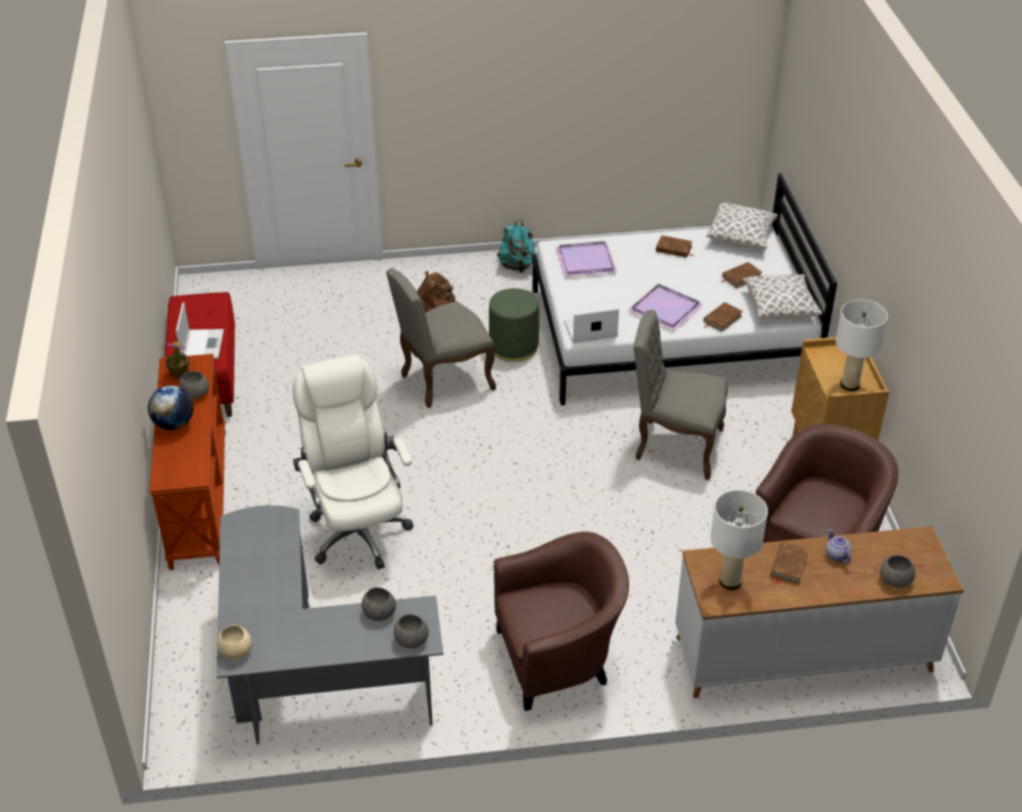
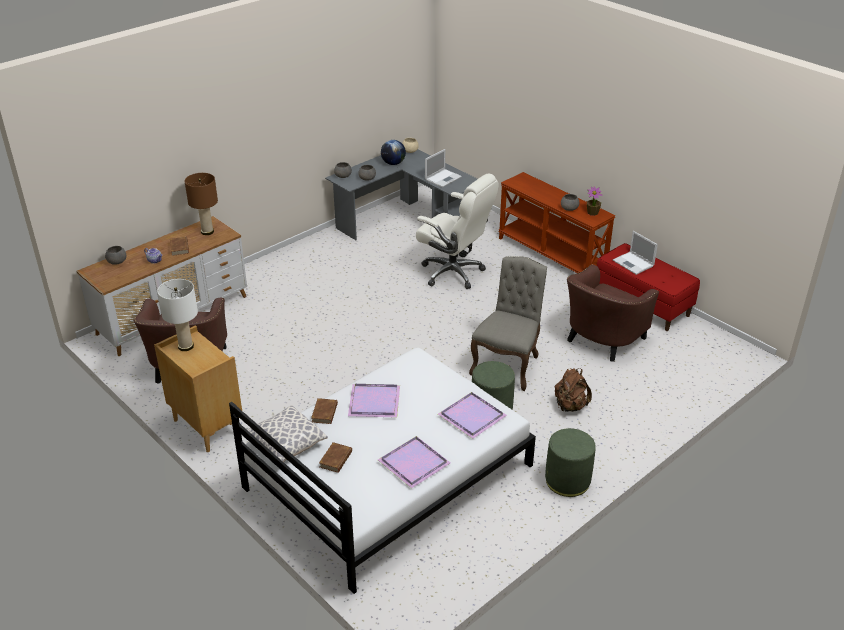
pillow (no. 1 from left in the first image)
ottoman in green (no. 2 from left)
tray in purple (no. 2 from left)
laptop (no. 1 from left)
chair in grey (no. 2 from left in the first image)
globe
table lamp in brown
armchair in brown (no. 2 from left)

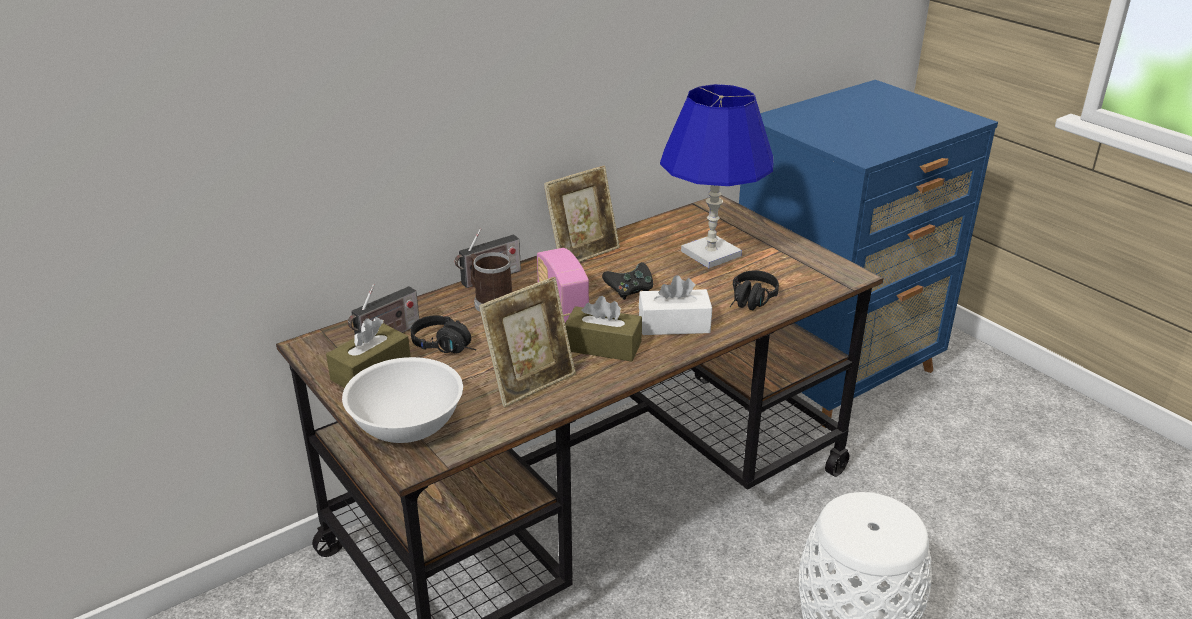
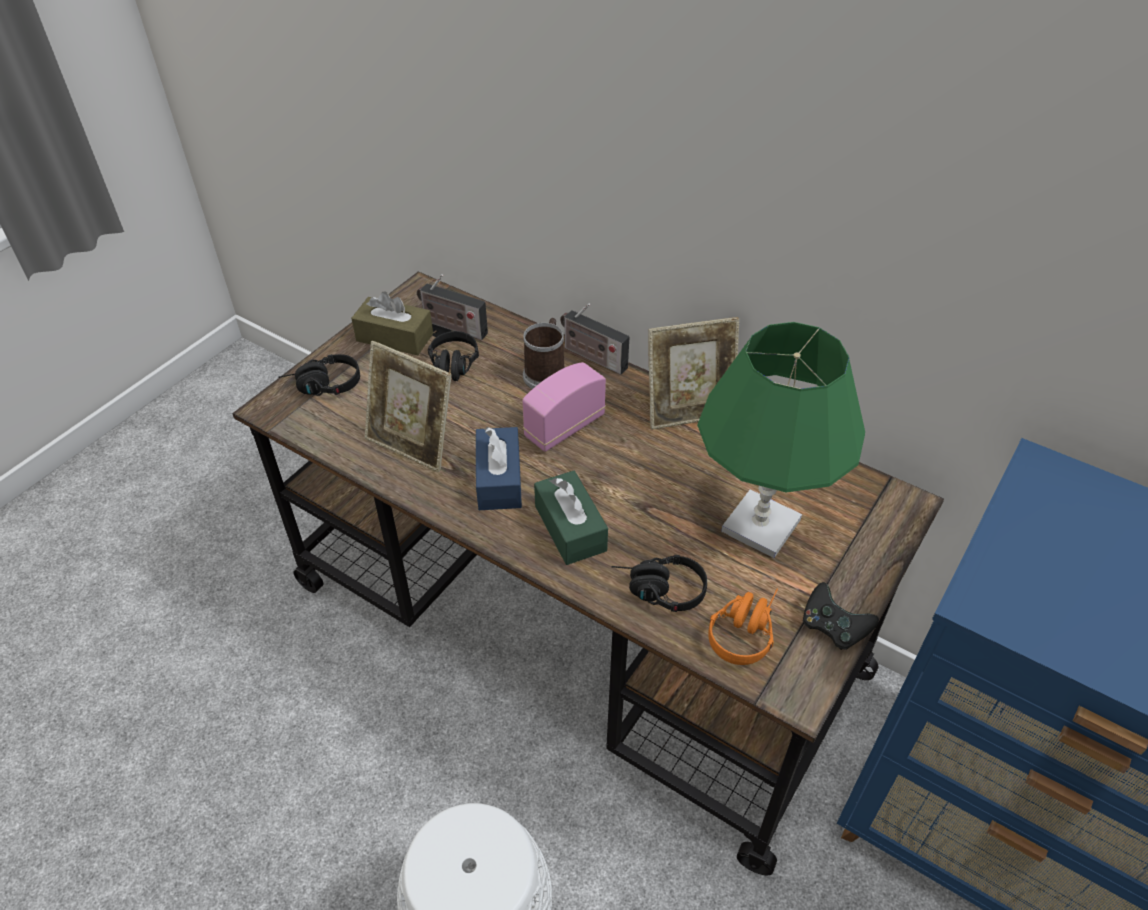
table lamp in green
picture frame (no. 2 from left)
game controller in black
tissue box in green
tissue box in blue
headphones in black (no. 1 from left)
headphones in orange

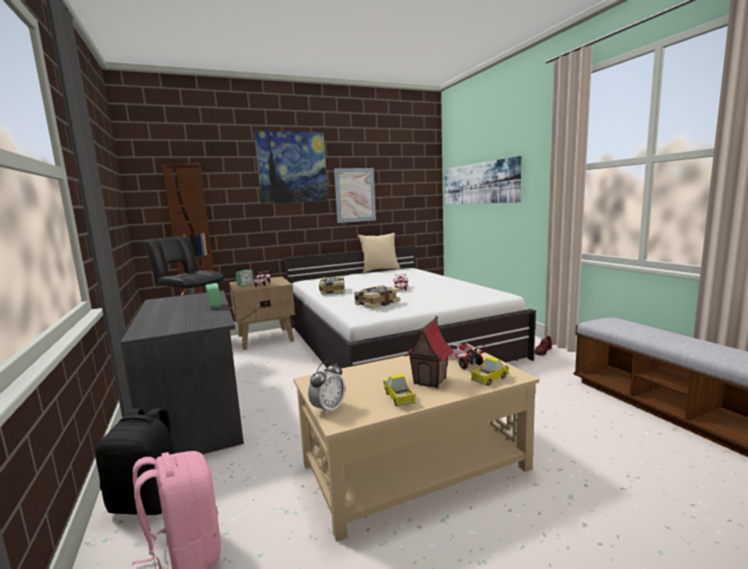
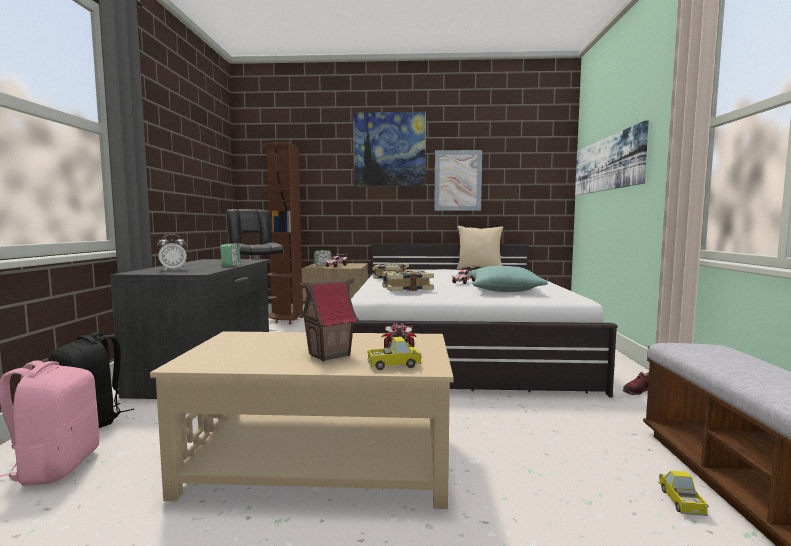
alarm clock (no. 1 from left)
toy truck (no. 2 from left)
pillow in turquoise

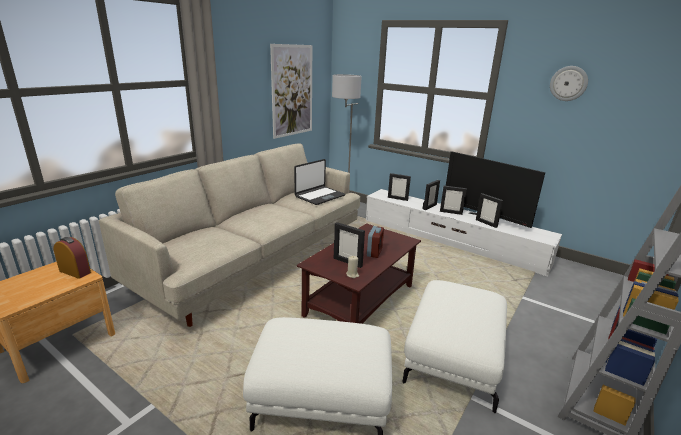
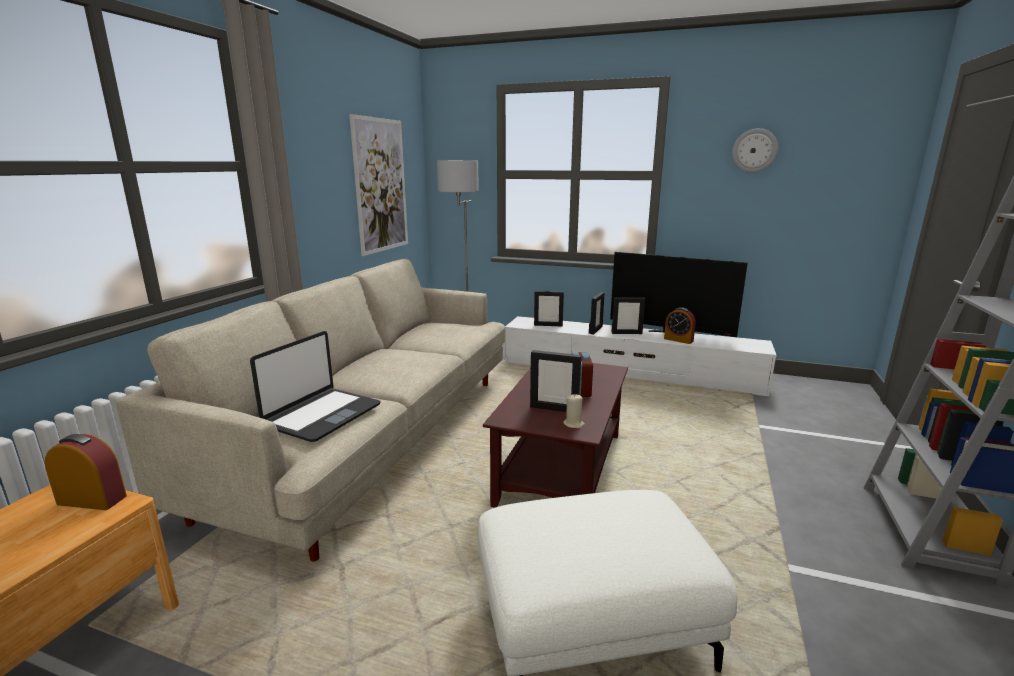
laptop
alarm clock (no. 3 from left)
ottoman in white (no. 2 from left in the first image)

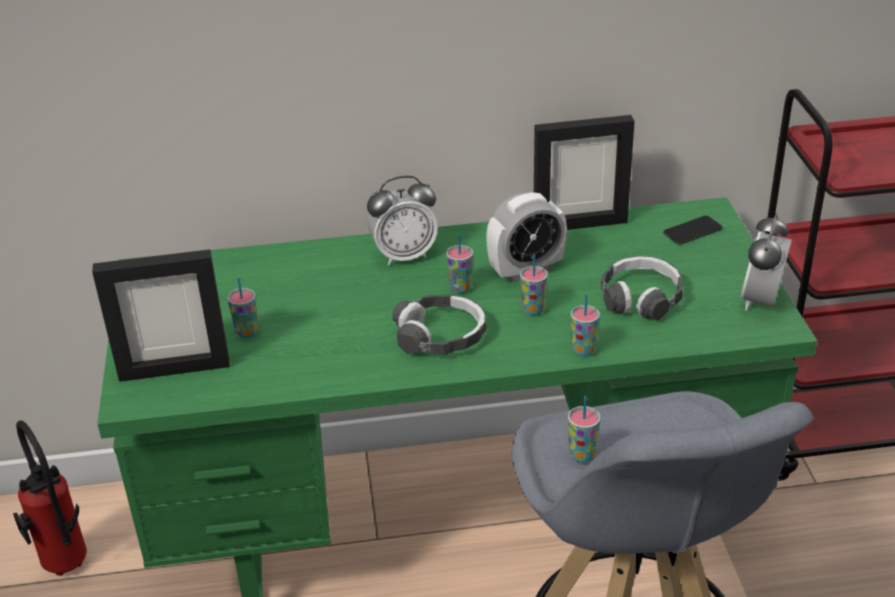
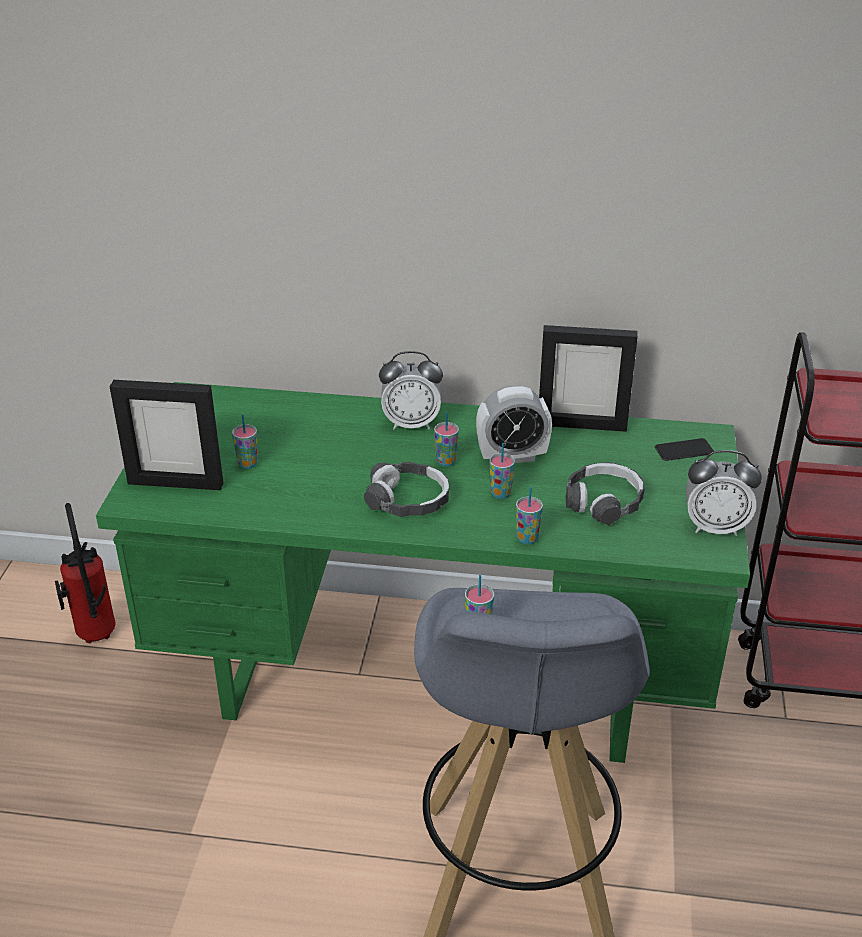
alarm clock (no. 3 from left)

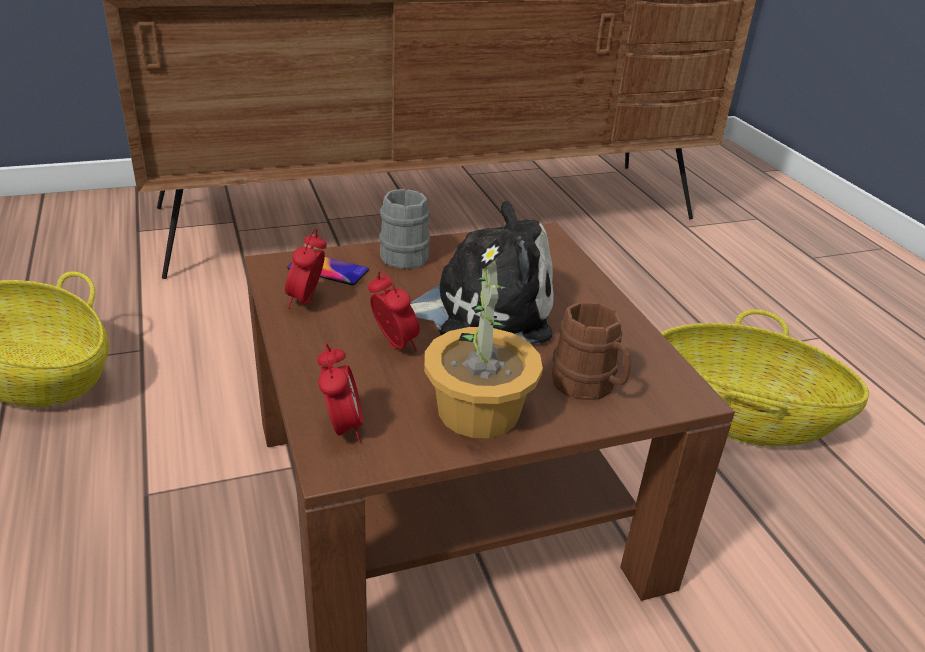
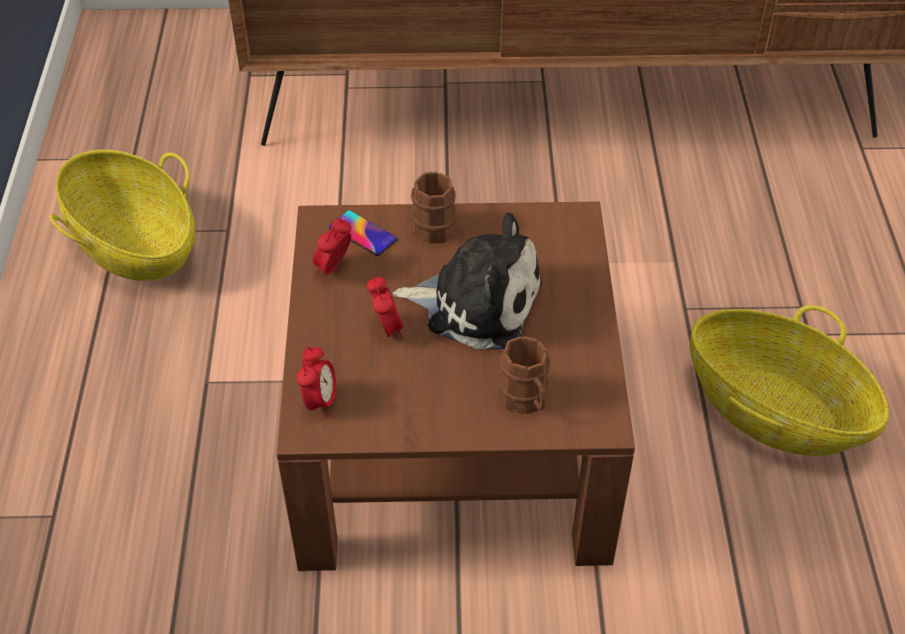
mug in brown (no. 1 from left)
potted plant

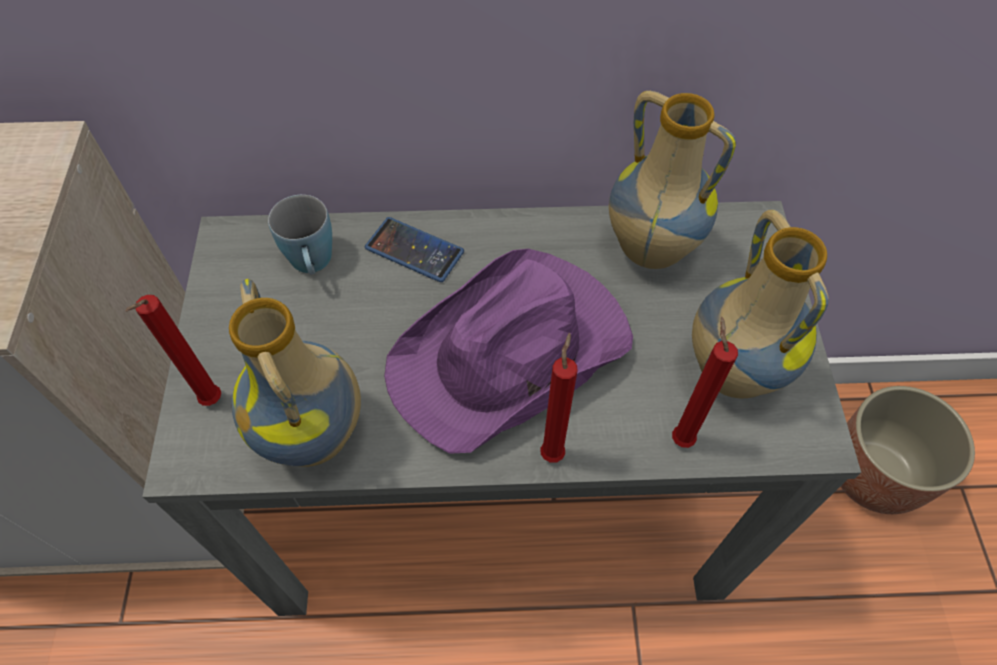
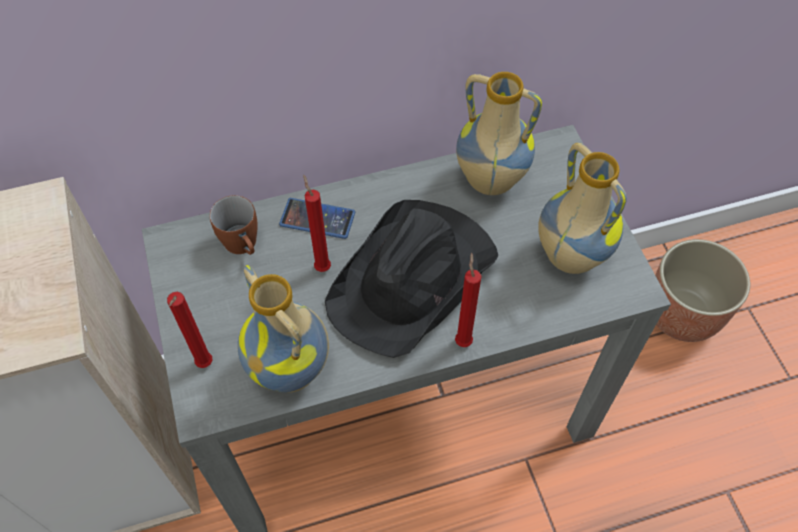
mug in brown
hat in black
candle in red (no. 2 from left)

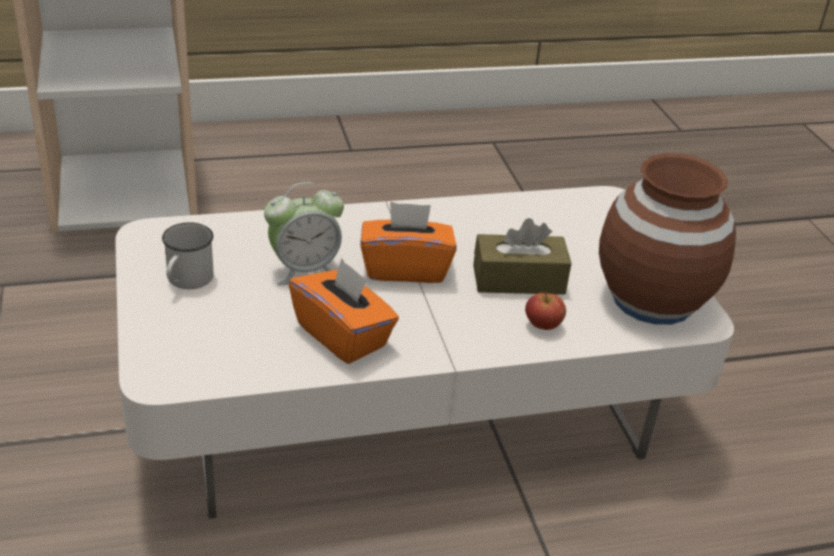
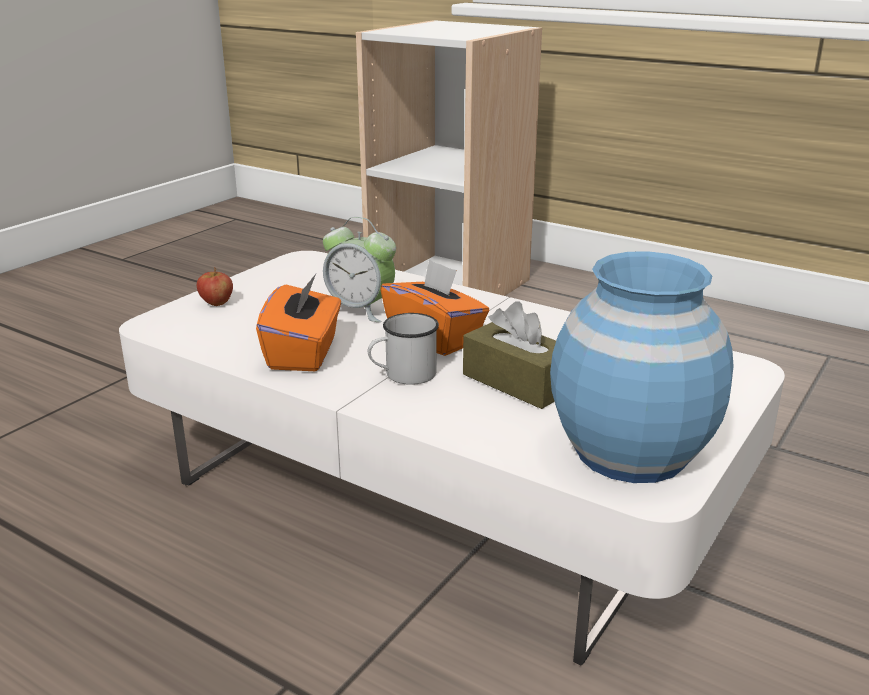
vase in blue
mug in white
apple

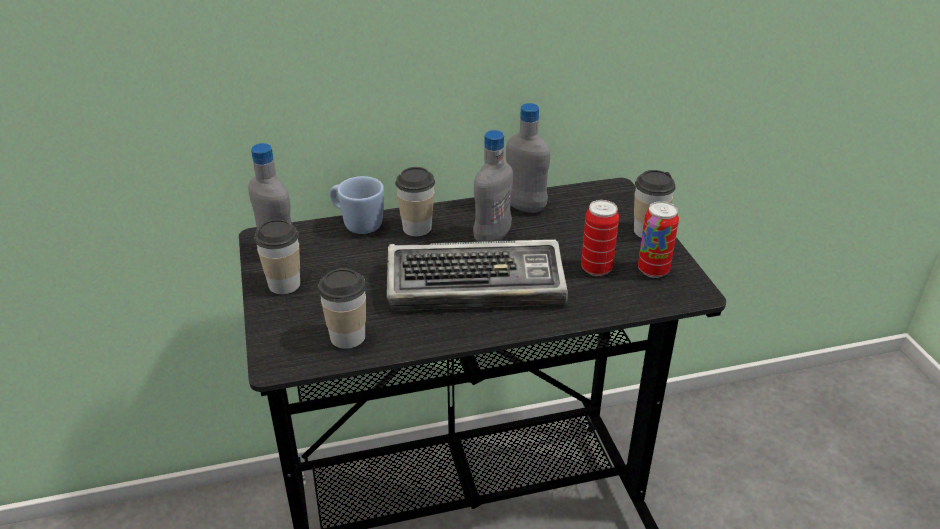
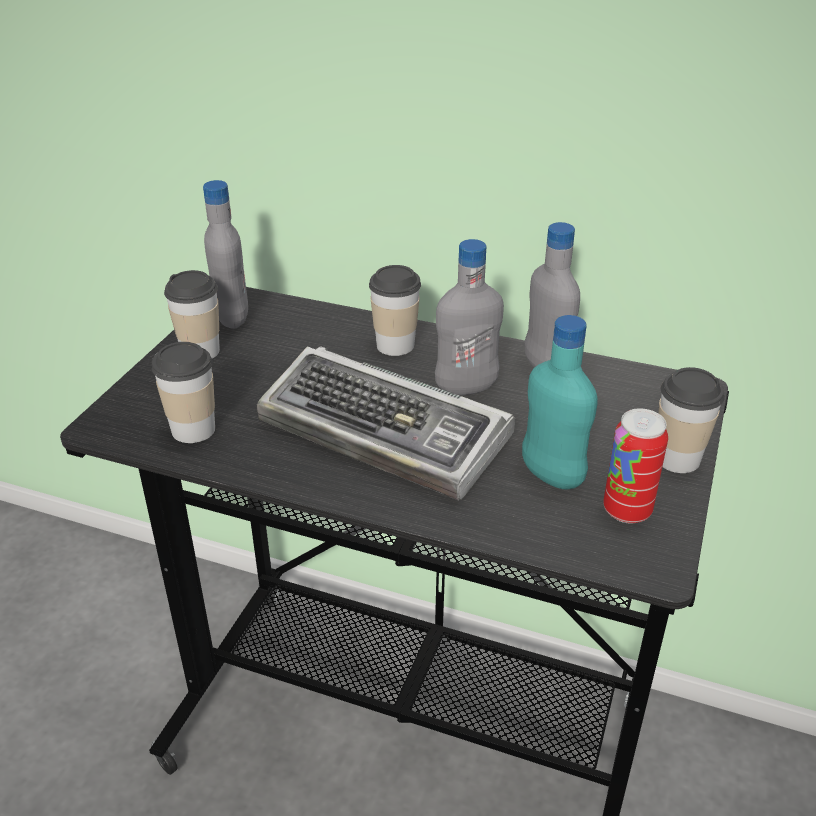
mug in blue
bottle in turquoise

